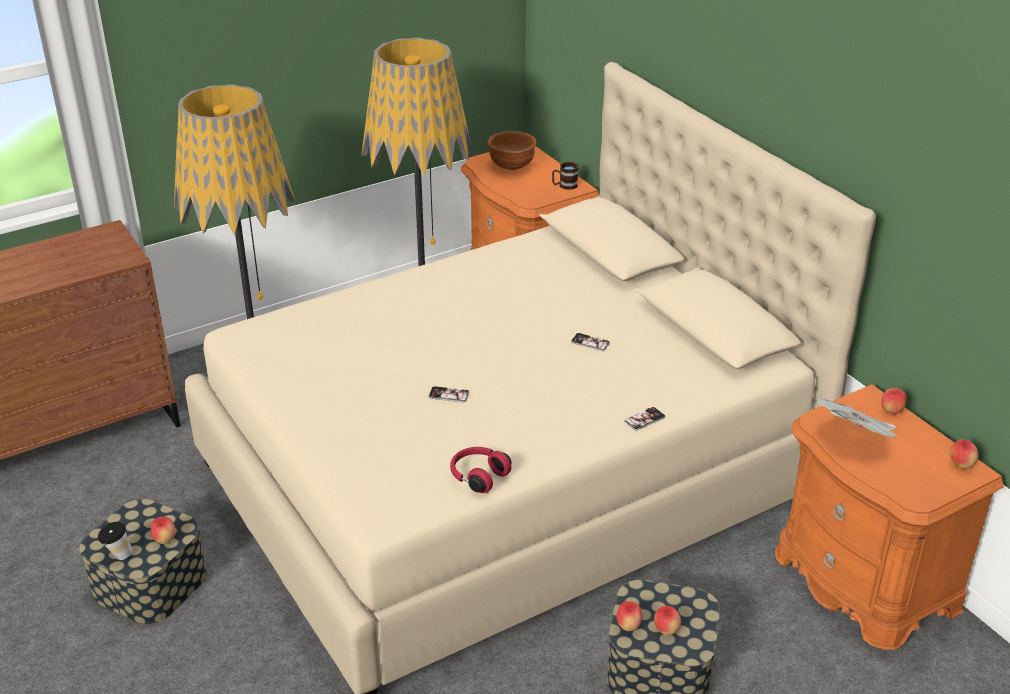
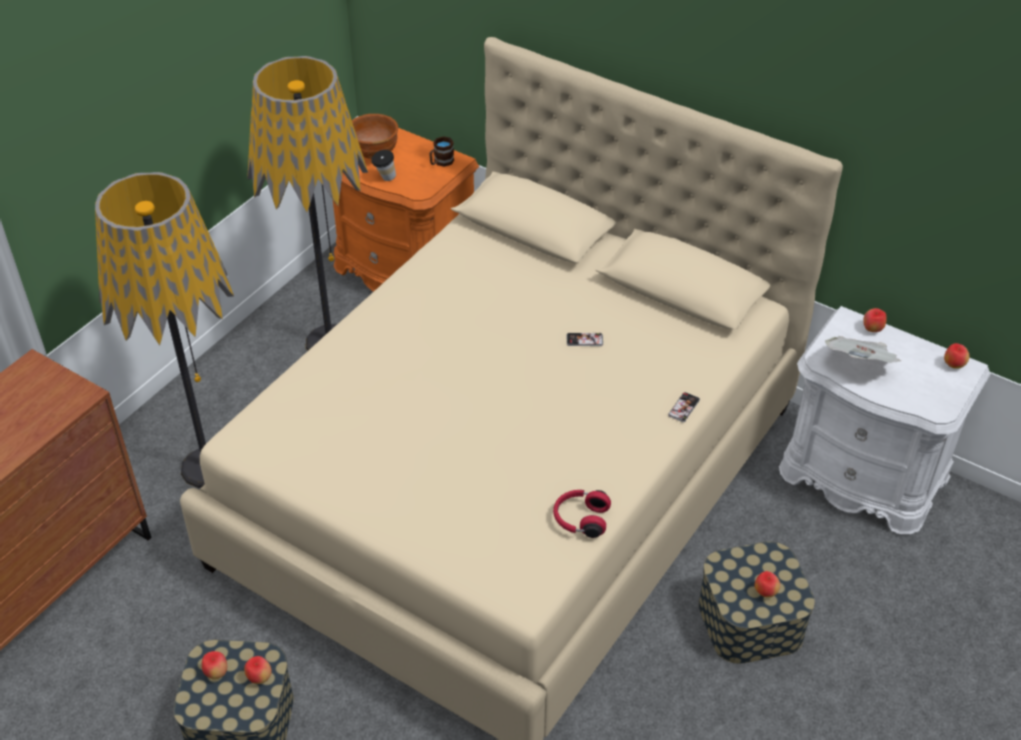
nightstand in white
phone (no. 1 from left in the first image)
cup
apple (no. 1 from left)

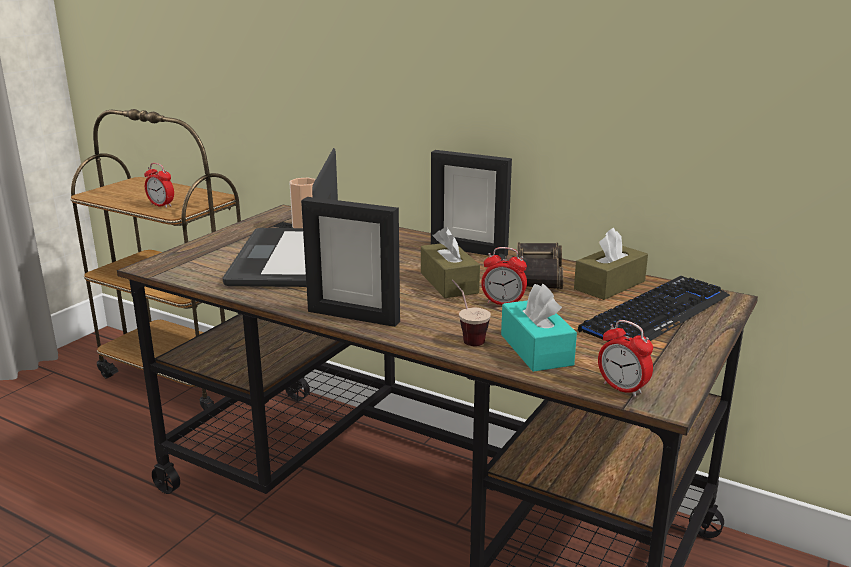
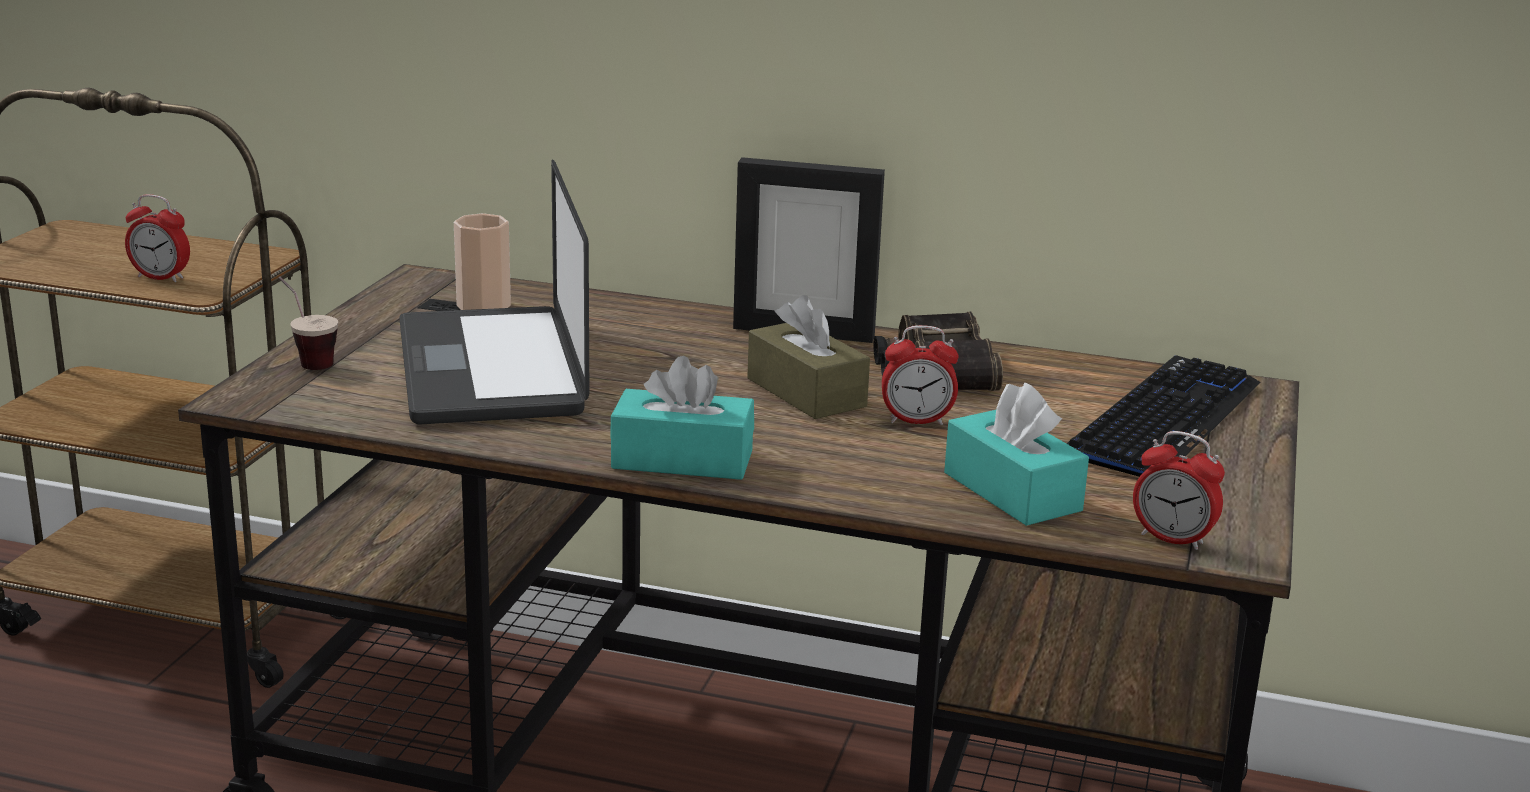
tissue box in turquoise (no. 1 from left)
tissue box in brown (no. 2 from left in the first image)
cup (no. 1 from left)

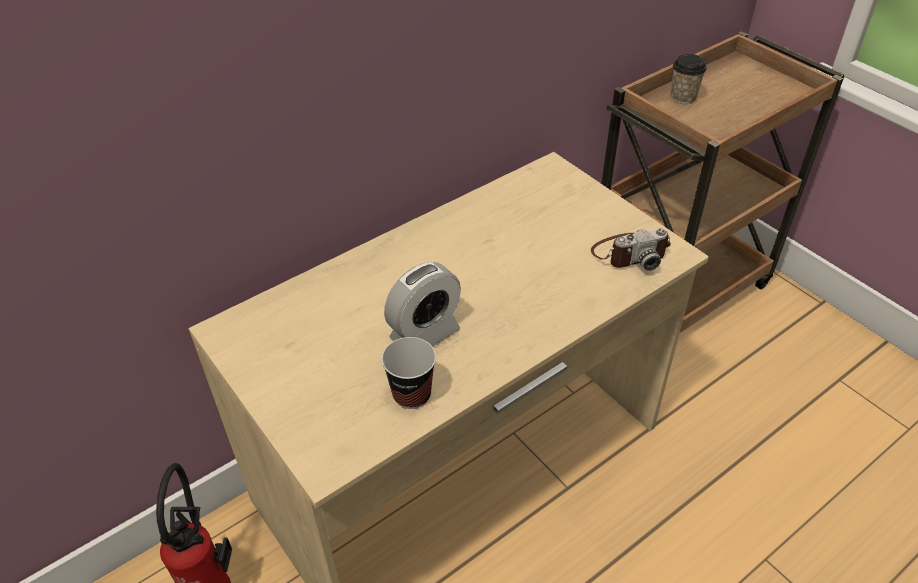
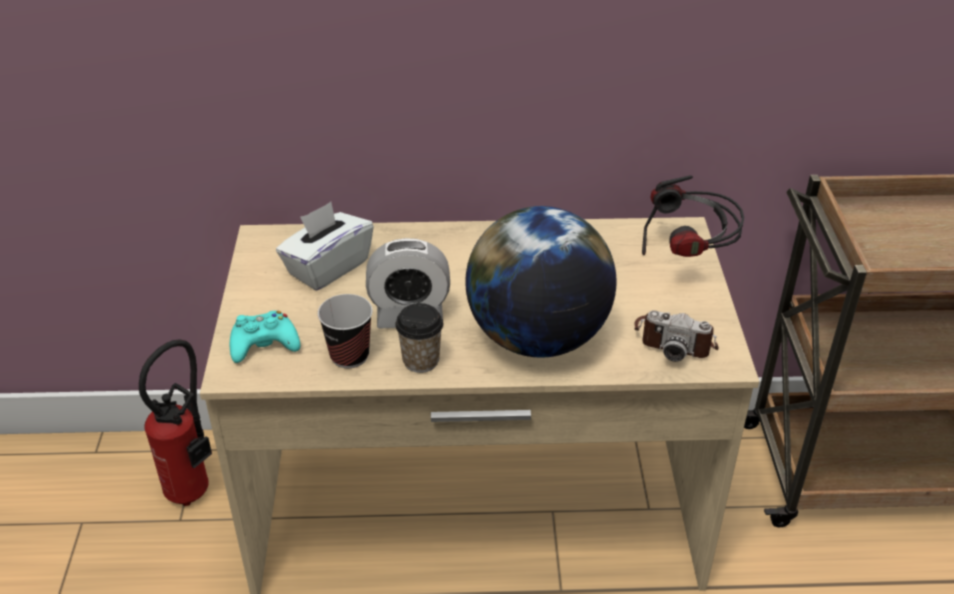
cup (no. 2 from left)
headphones
tissue box in white
globe
game controller in turquoise

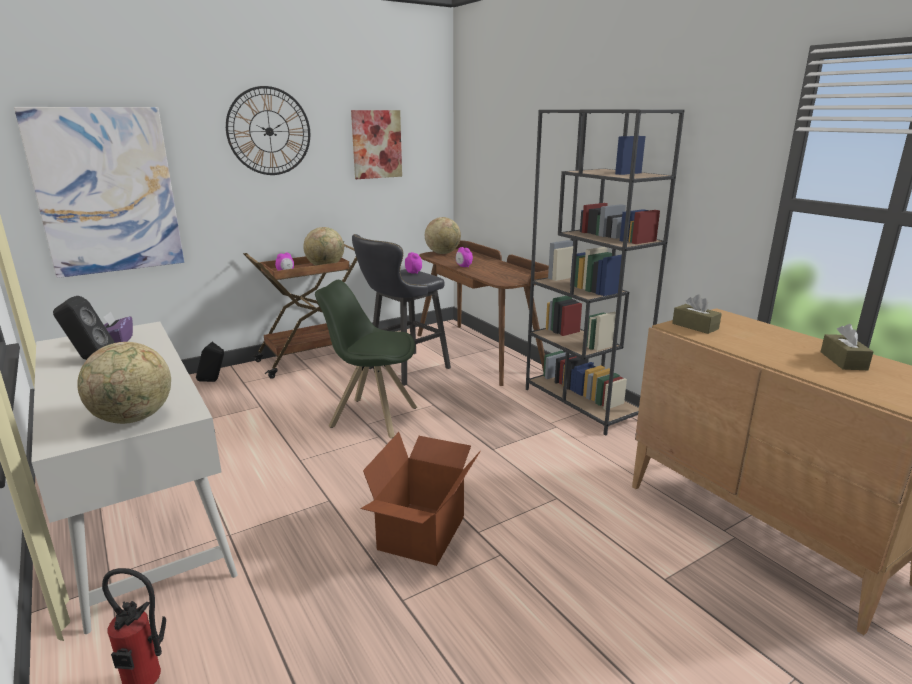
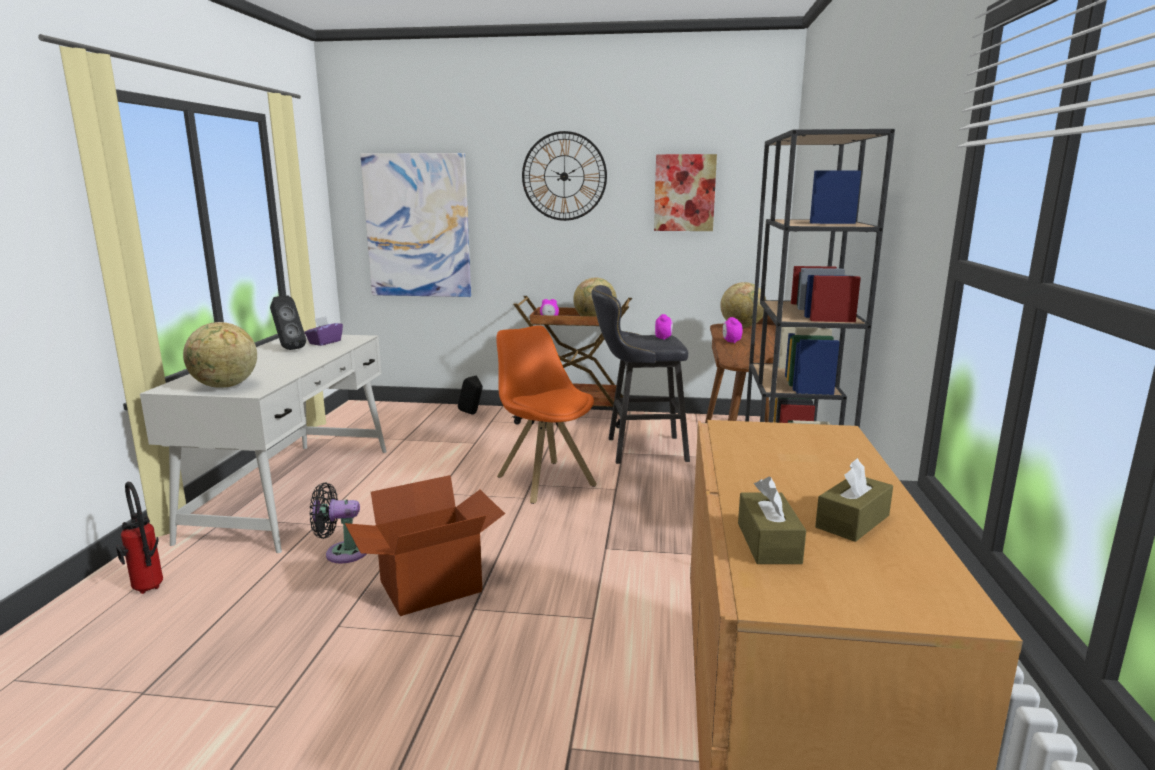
chair in orange
tissue box in brown (no. 1 from left)
fan in black

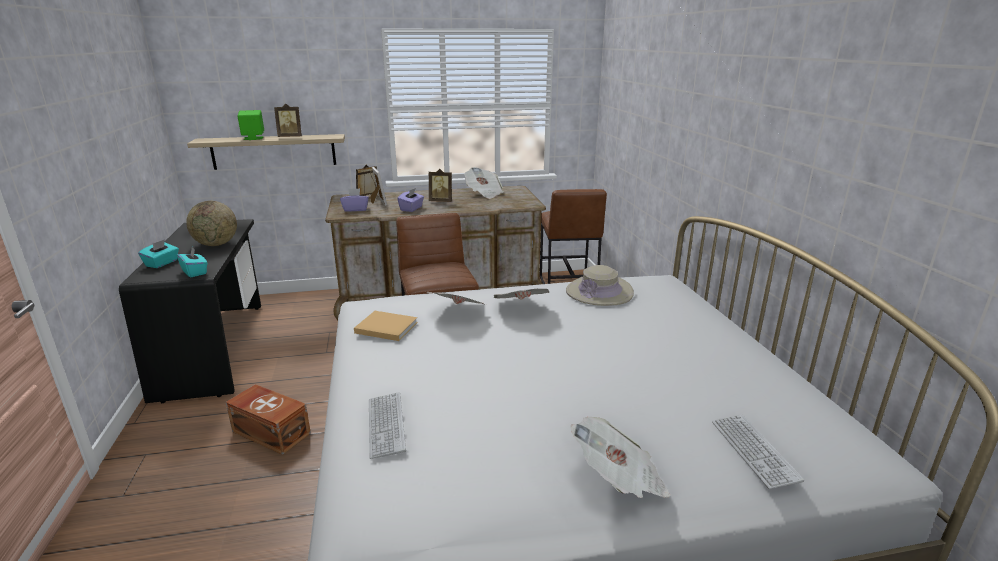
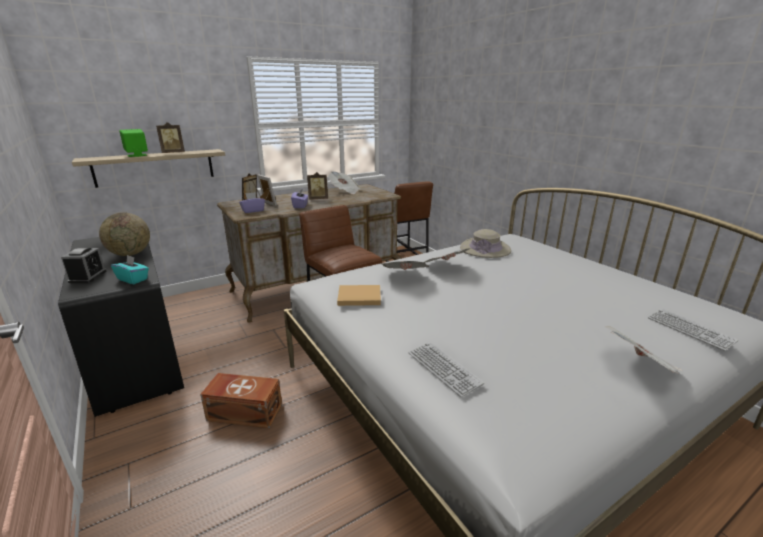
alarm clock

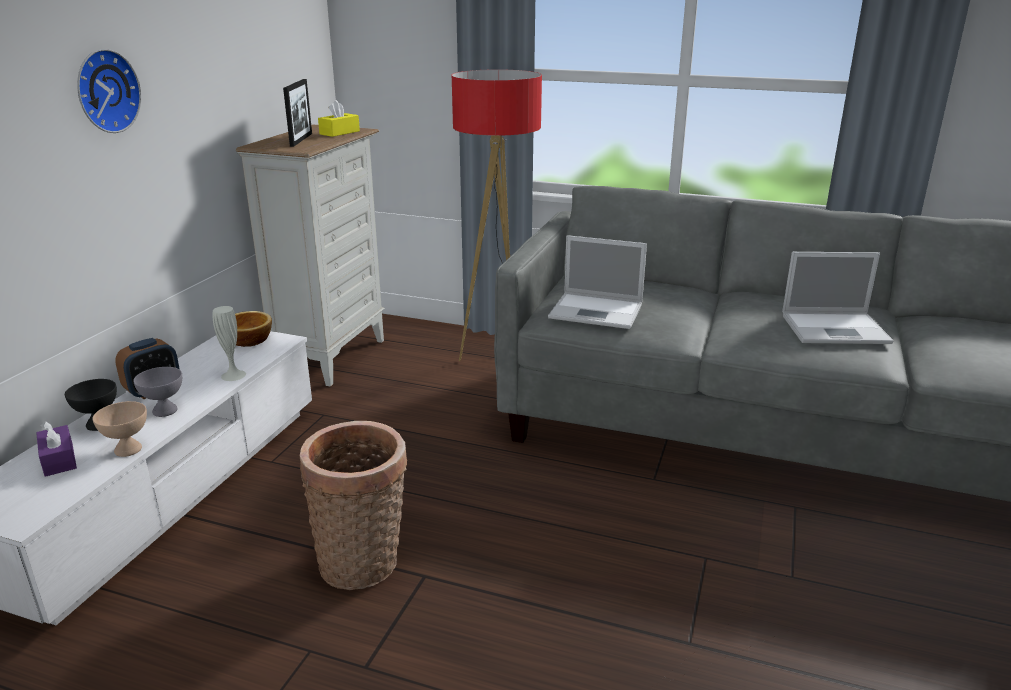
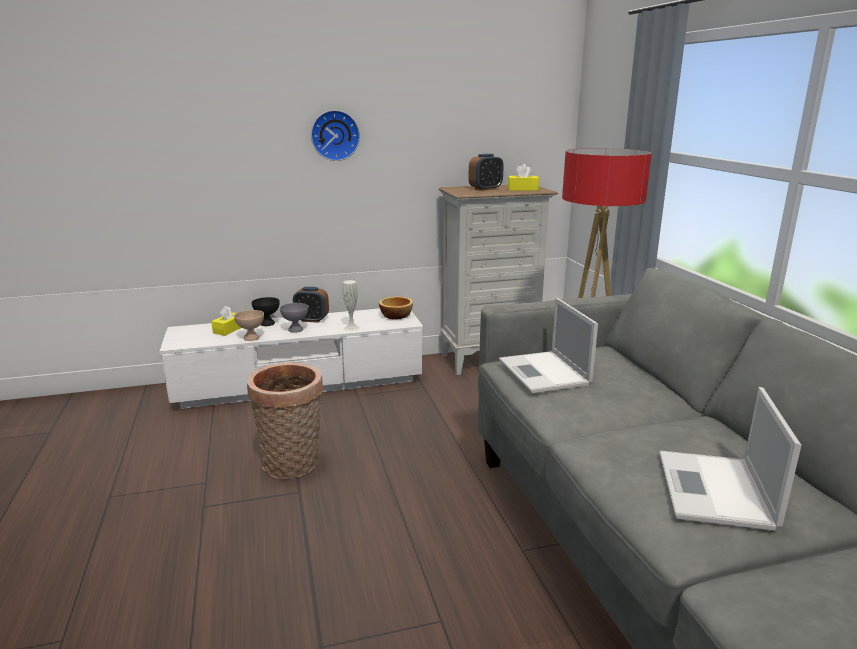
alarm clock (no. 2 from left)
laptop (no. 2 from left)
tissue box in yellow (no. 1 from left)

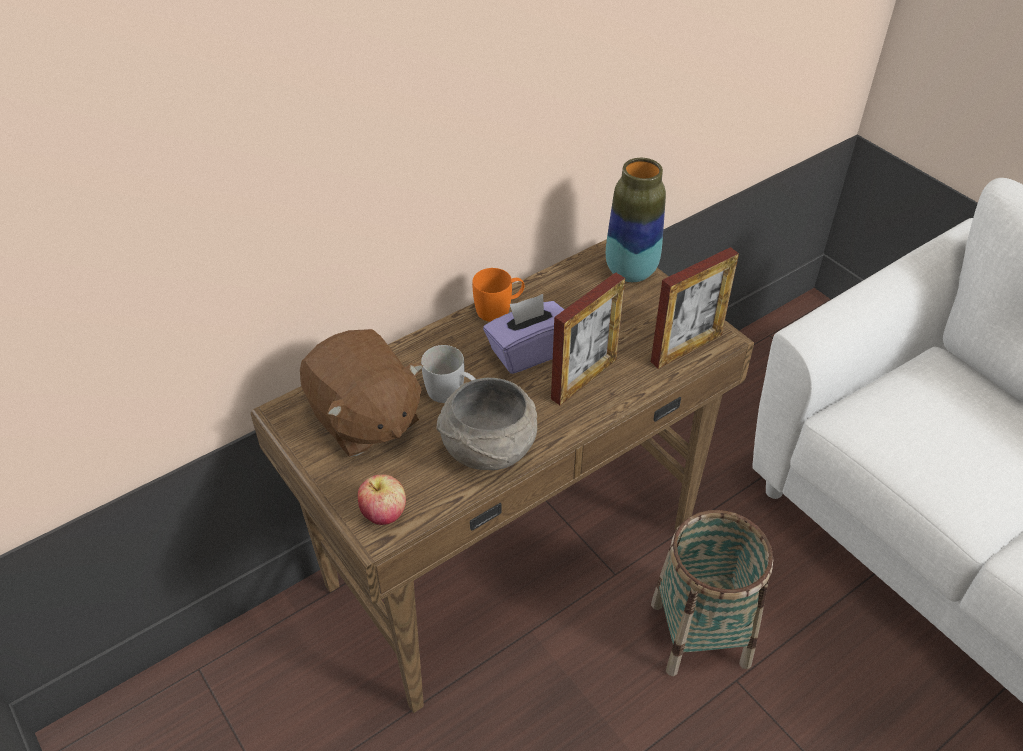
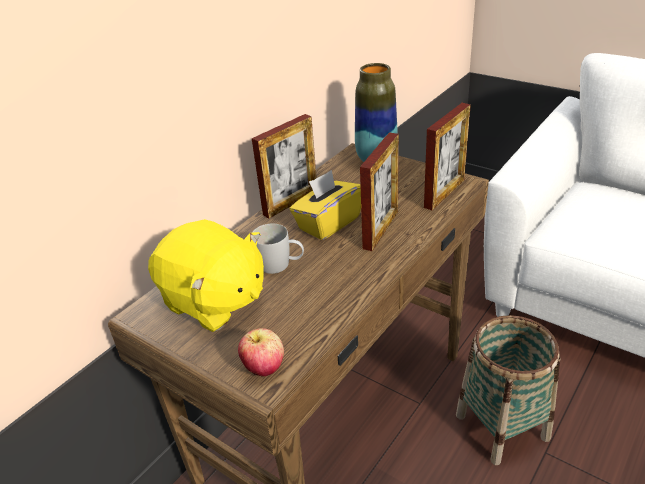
picture frame (no. 1 from left)
tissue box in yellow
plush toy in yellow
bowl in grey

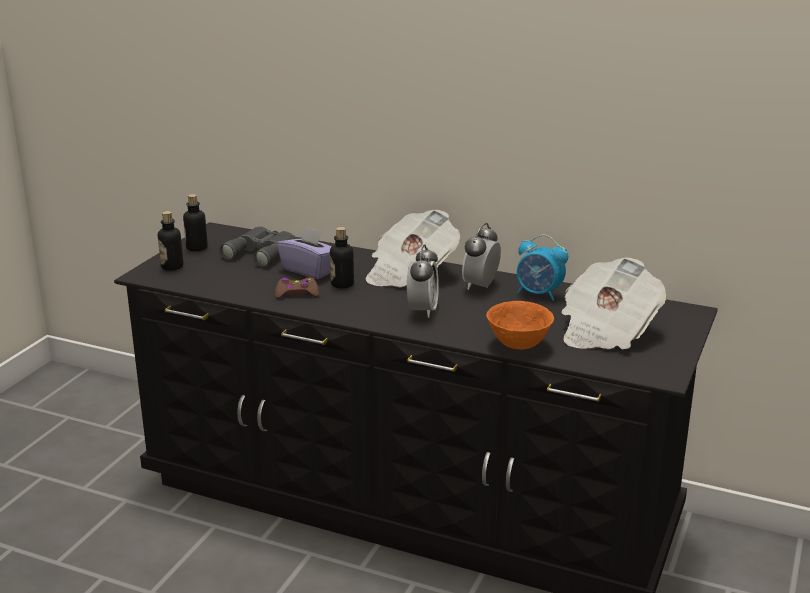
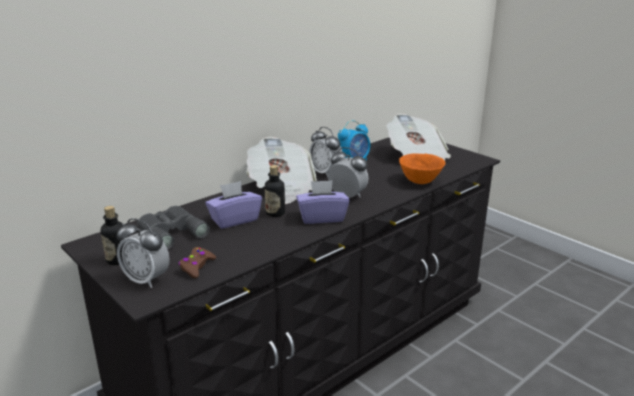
alarm clock (no. 1 from left)
game controller in brown
tissue box in purple (no. 2 from left)

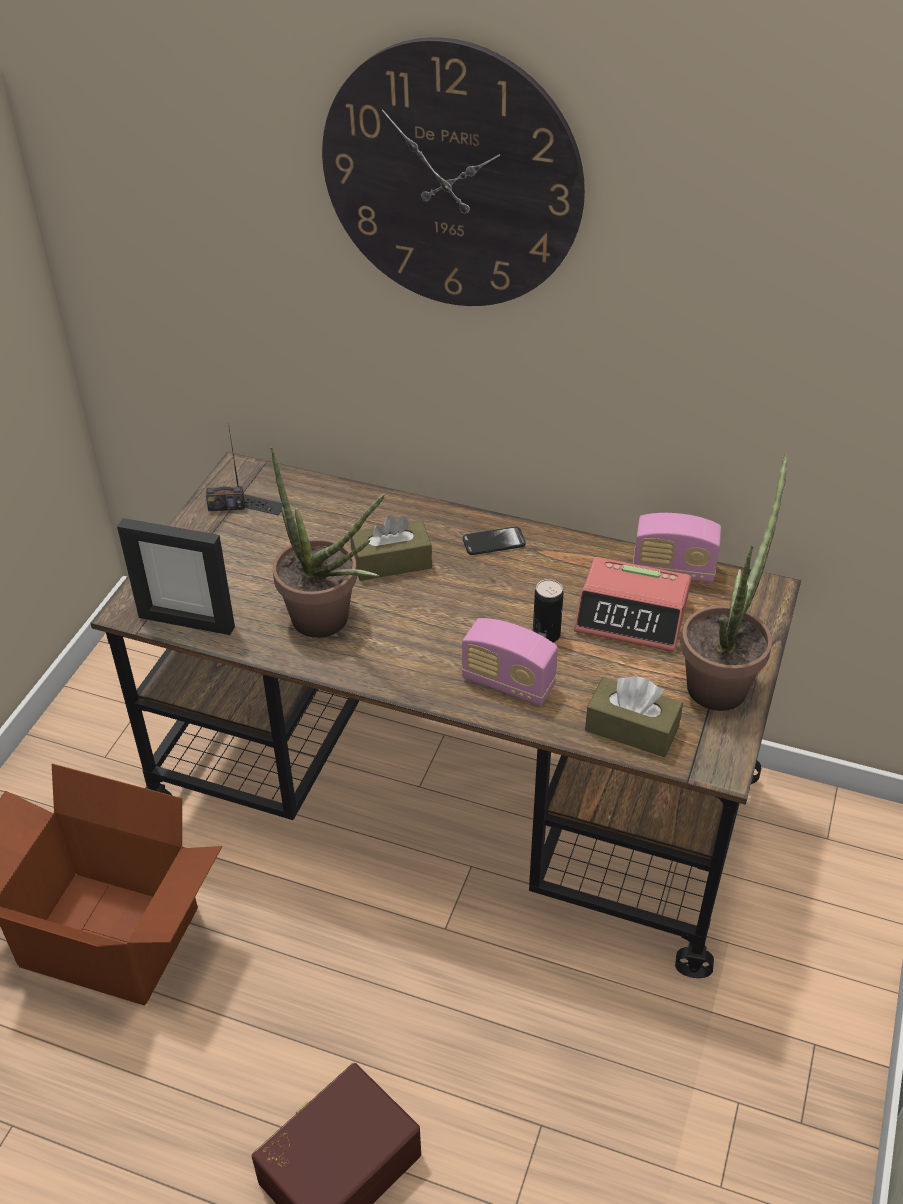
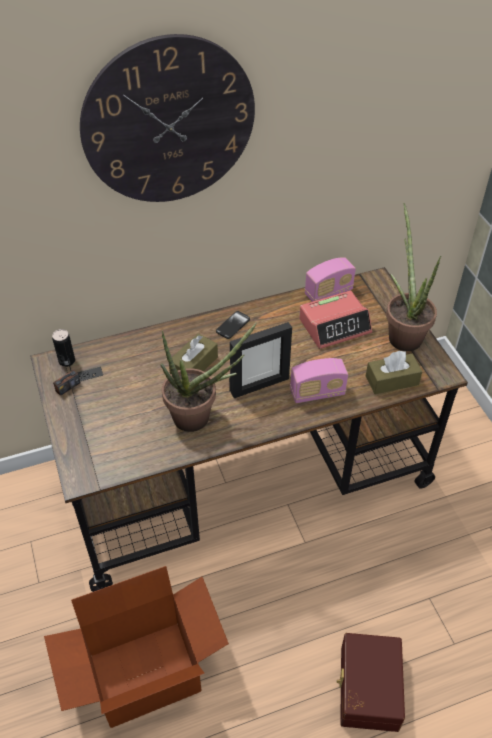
picture frame
can

